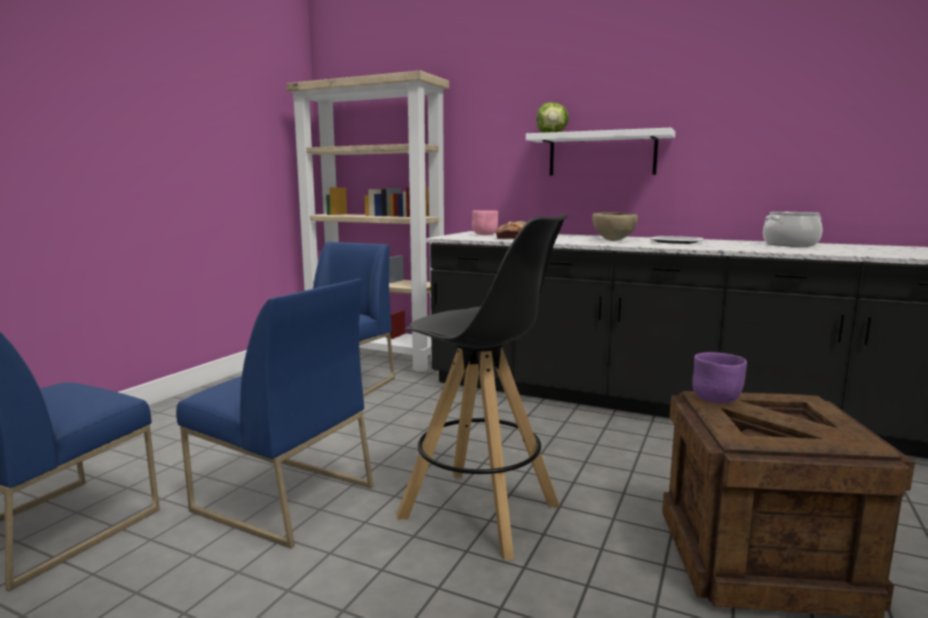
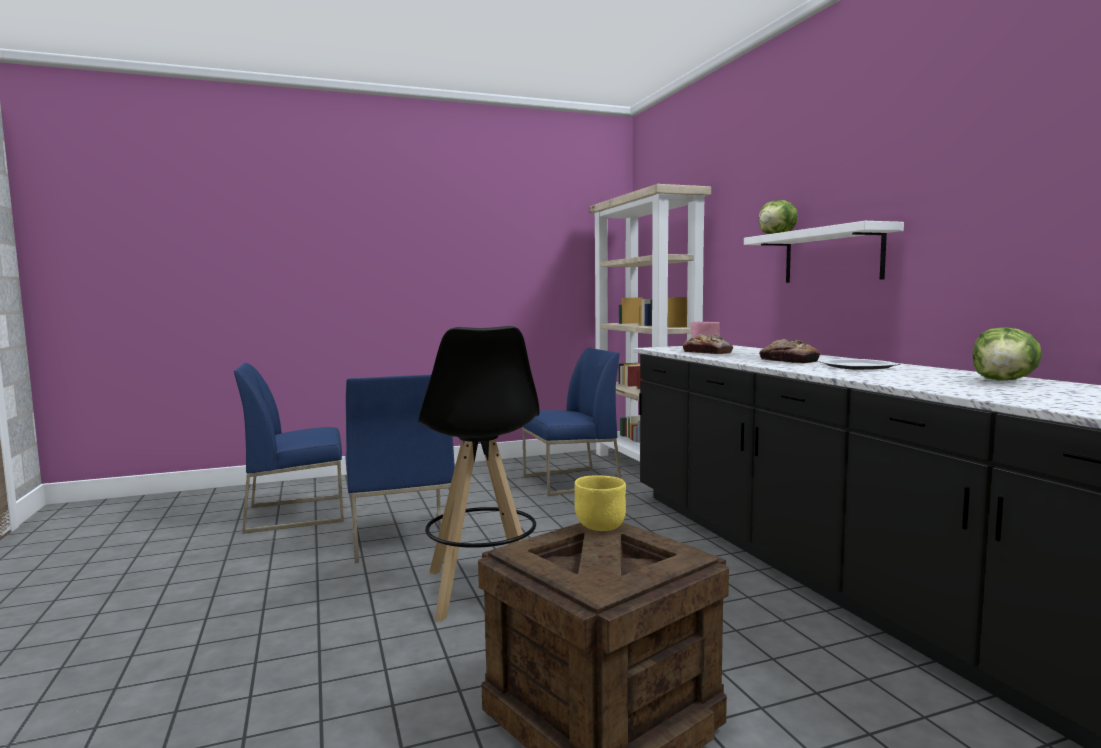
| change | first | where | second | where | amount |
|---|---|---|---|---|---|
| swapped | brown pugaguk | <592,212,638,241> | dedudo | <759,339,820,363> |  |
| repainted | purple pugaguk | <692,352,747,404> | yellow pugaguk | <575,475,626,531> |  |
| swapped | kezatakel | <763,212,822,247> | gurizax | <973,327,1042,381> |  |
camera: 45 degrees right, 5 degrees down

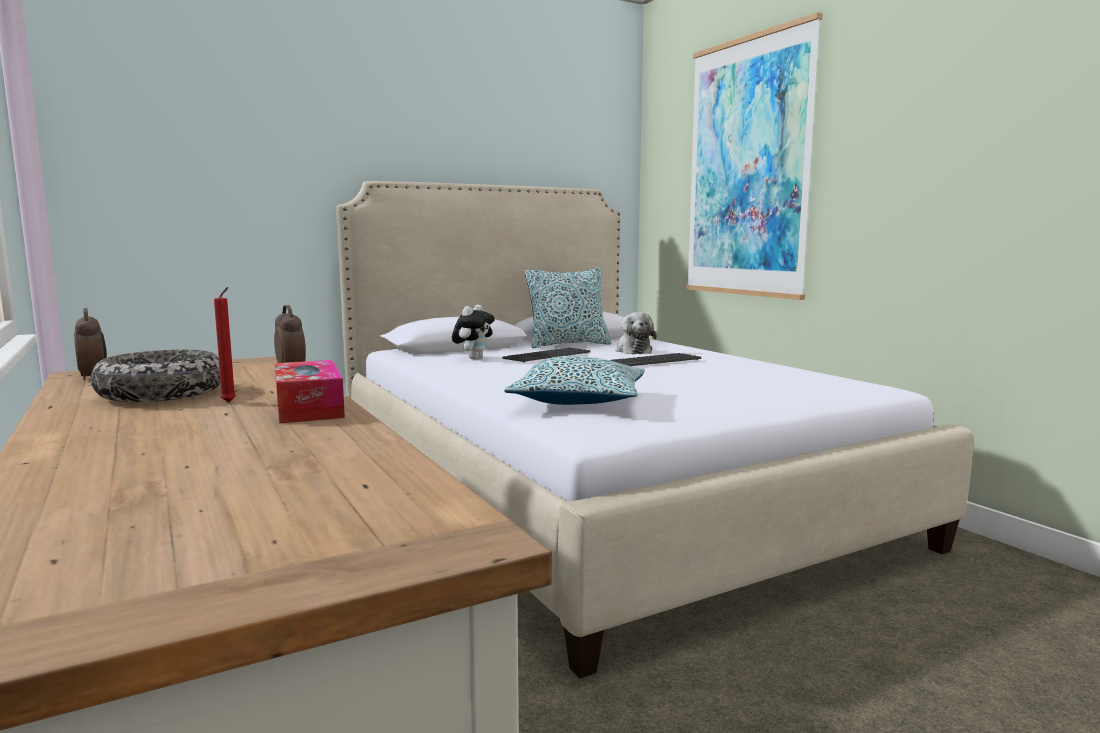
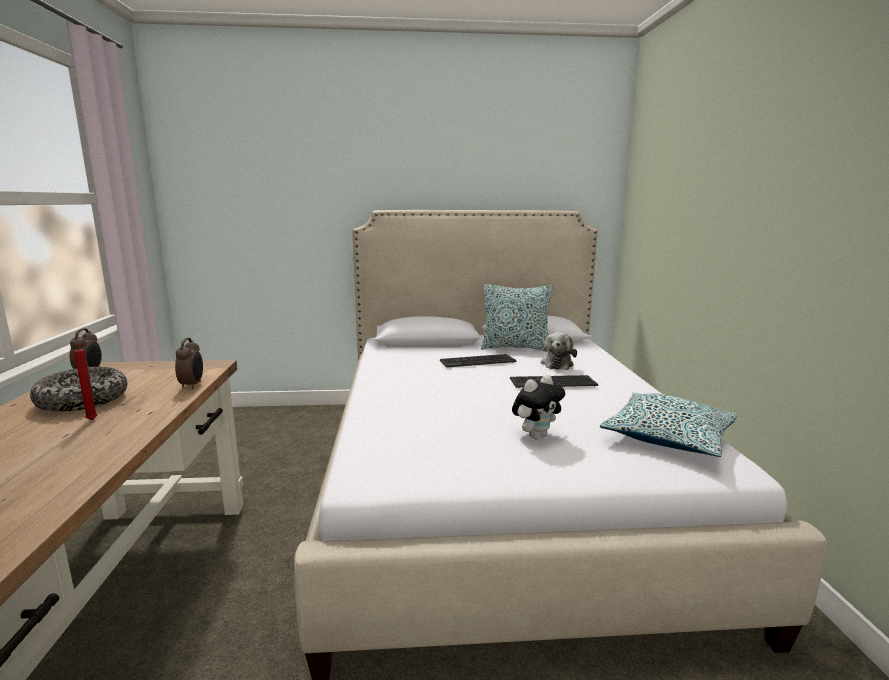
| change | first | where | second | where | amount |
|---|---|---|---|---|---|
| gone | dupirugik | <275,360,345,424> |  |  |  |
| shifted | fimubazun | <452,305,495,359> |  | <512,375,565,439> |  |
| shifted | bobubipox | <504,356,645,405> |  | <600,393,737,457> |  |
| gone | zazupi | <685,12,822,300> |  |  |  |
camera: 25 degrees right, 5 degrees up

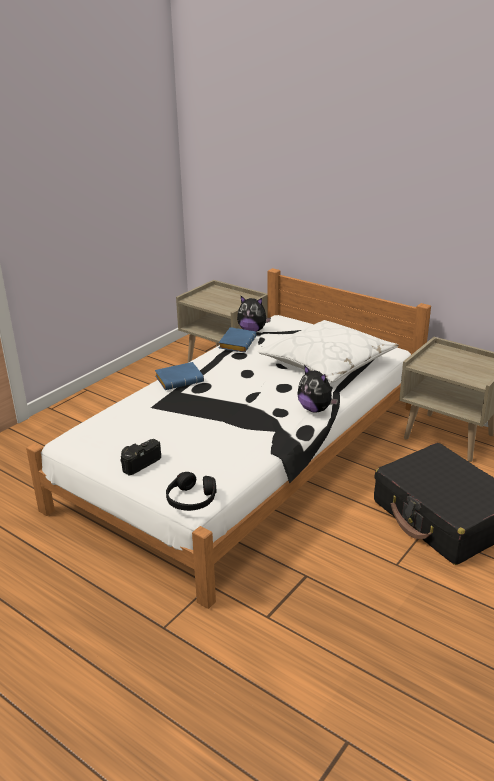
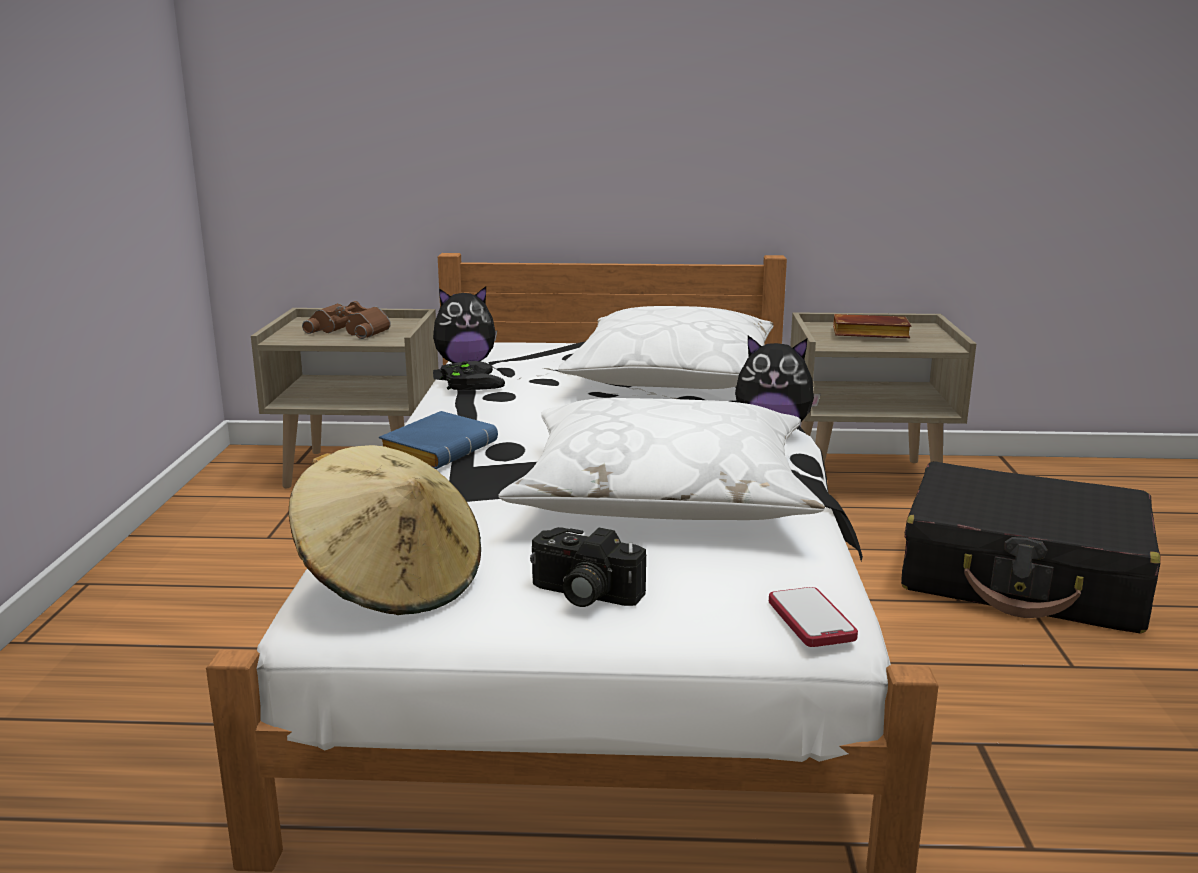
| change | first | where | second | where | amount |
|---|---|---|---|---|---|
| rotated | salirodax | <121,439,161,476> |  | <530,527,646,607> | 75 degrees counterclockwise |
| swapped | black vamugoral | <166,472,216,511> | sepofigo | <769,587,858,647> |  |
| swapped | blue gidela | <219,327,256,353> | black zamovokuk | <440,361,505,390> |  |
| new |  |  | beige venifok | <289,445,481,615> |  |
| new |  |  | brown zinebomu | <302,301,391,339> |  |
| new |  |  | white bobubipox | <498,398,825,520> |  |
| new |  |  | brown gidela | <833,314,911,338> |  |
camera: 35 degrees left, 10 degrees down

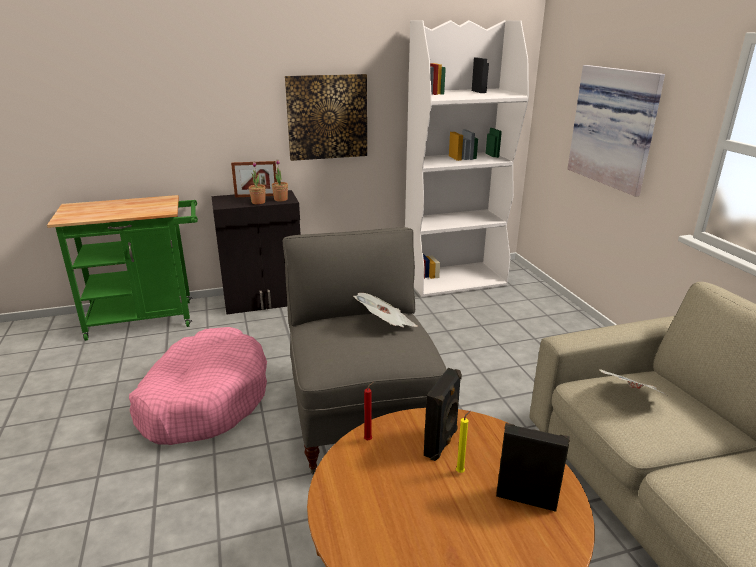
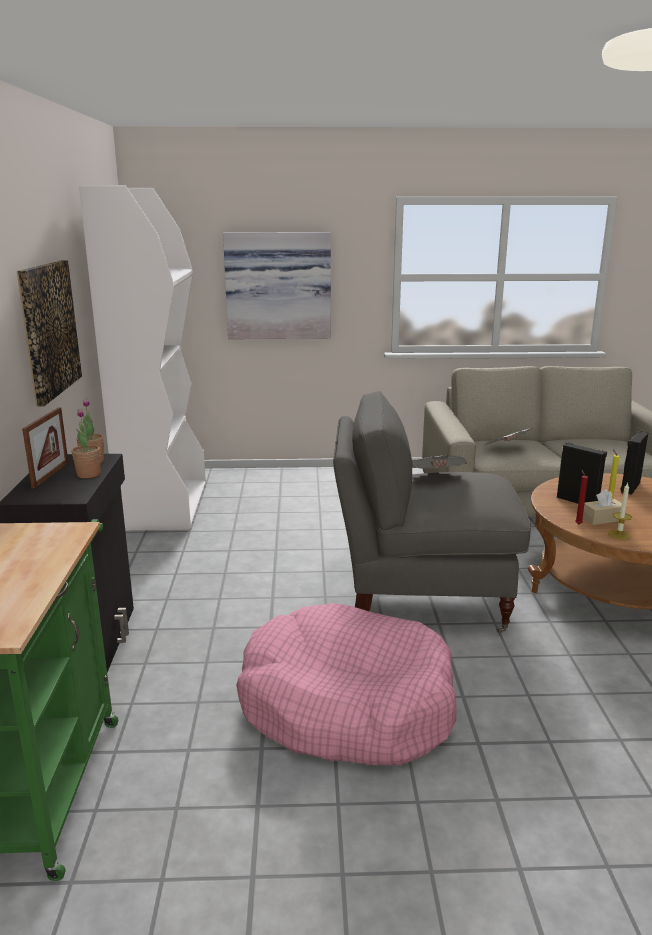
| change | first | where | second | where | amount |
|---|---|---|---|---|---|
| new |  |  | beige dupirugik | <583,489,627,525> |  |
| new |  |  | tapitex | <608,483,632,540> |  |
camera: 75 degrees left, 5 degrees down

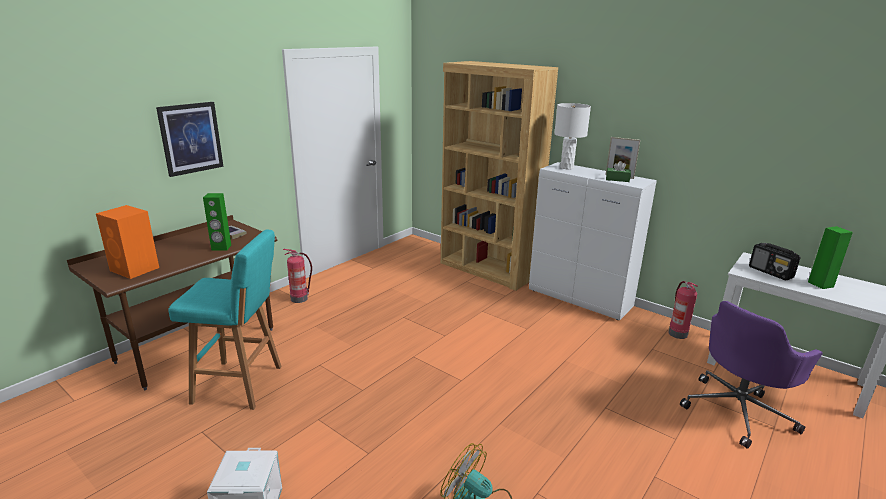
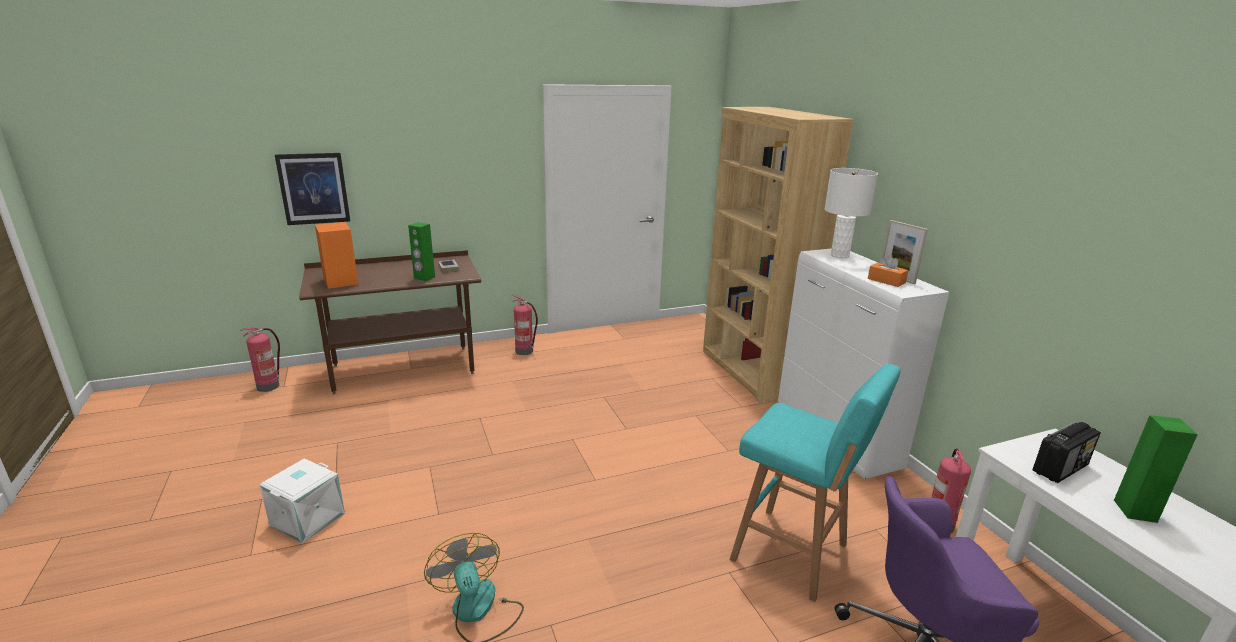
| change | first | where | second | where | amount |
|---|---|---|---|---|---|
| shifted | zazupi | <156,102,224,177> |  | <275,153,350,225> |  |
| shifted | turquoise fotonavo | <168,230,282,410> |  | <729,364,901,602> |  |
| repainted | green dupirugik | <606,161,631,182> | orange dupirugik | <868,255,908,287> |  |
| rotated | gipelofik | <749,243,801,280> |  | <1033,422,1101,483> | 120 degrees counterclockwise |
| new |  |  | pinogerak | <240,328,280,392> |  |
camera: 30 degrees right, 0 degrees up

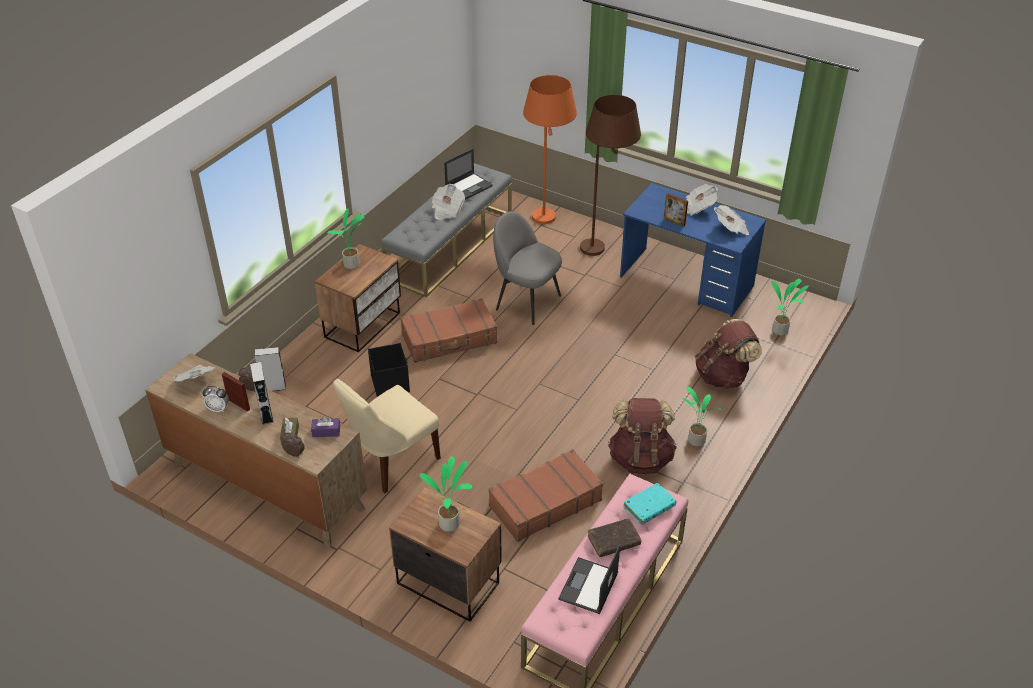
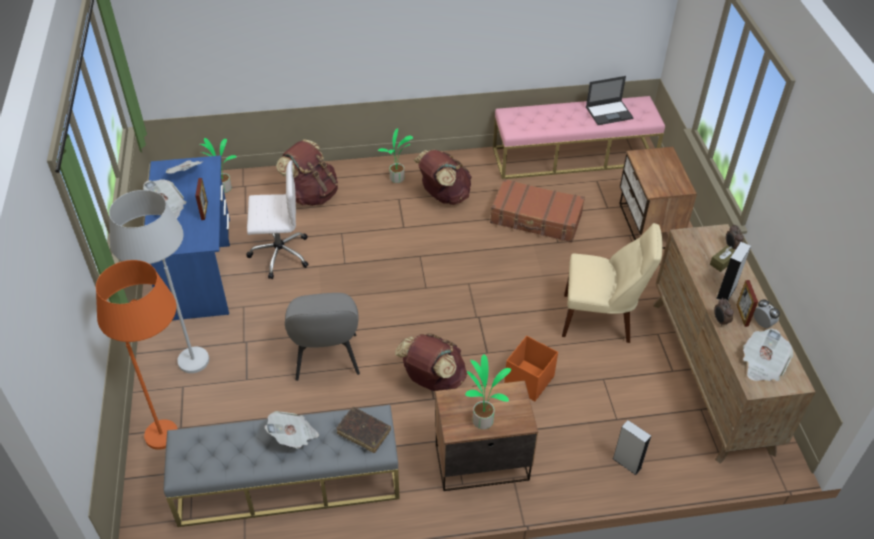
| change | first | where | second | where | amount |
|---|---|---|---|---|---|
| gone | purple dupirugik | <311,416,340,437> |  |  |  |
| repainted | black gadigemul | <368,343,410,397> | orange gadigemul | <504,336,558,401> |  |
| swapped | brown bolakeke | <400,298,497,363> | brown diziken | <395,333,467,391> |  |
| gone | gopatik | <420,456,473,532> |  |  |  |
| gone | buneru | <444,149,493,200> |  |  |  |
| repainted | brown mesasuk | <580,95,641,256> | white mesasuk | <109,190,209,373> |  |
| shifted | brown gidela | <588,519,641,557> |  | <337,407,391,453> |  |
| gone | turquoise gidela | <624,483,677,525> |  |  |  |
| new |  |  | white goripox | <246,160,309,279> |  |
camera: 130 degrees left, 5 degrees up

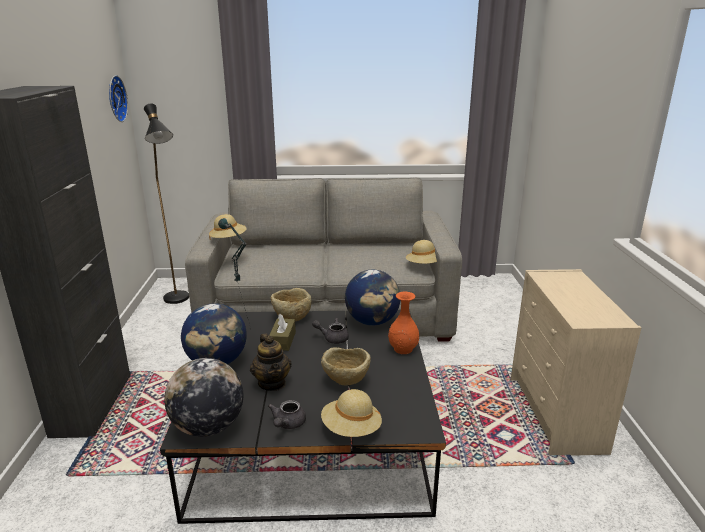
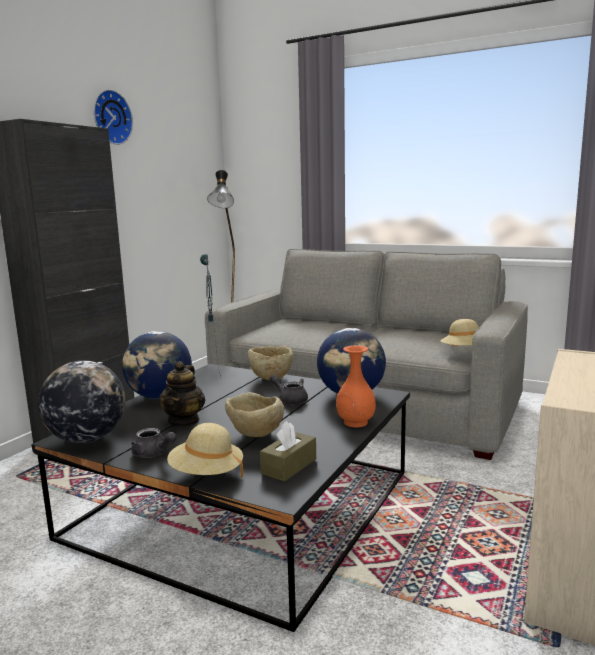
| change | first | where | second | where | amount |
|---|---|---|---|---|---|
| shifted | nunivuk | <109,75,128,122> |  | <94,89,133,145> |  |
| gone | beige venifok | <209,214,247,239> |  |  |  |
| rotated | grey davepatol | <268,400,306,429> |  | <131,428,177,458> | 105 degrees counterclockwise |
| shifted | brown dupirugik | <270,314,296,351> |  | <260,421,316,482> |  |
camera: 30 degrees right, 10 degrees down

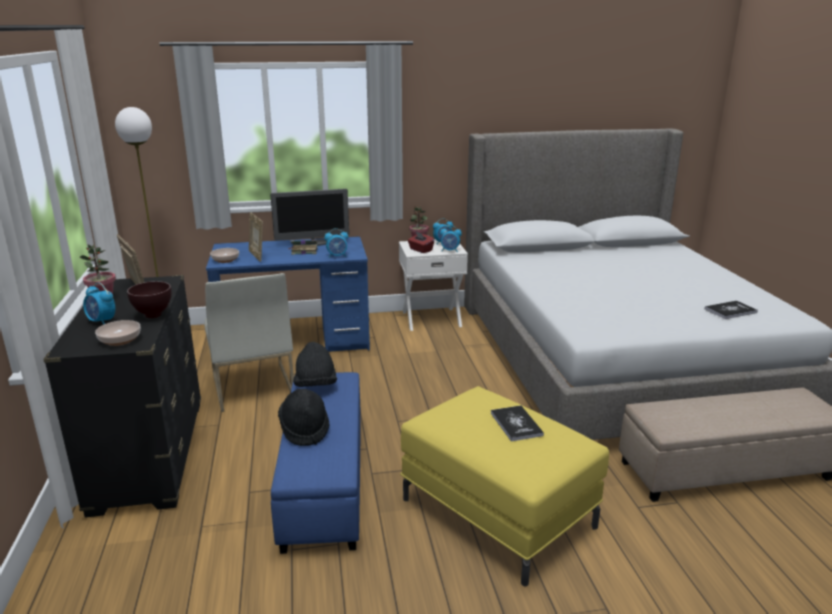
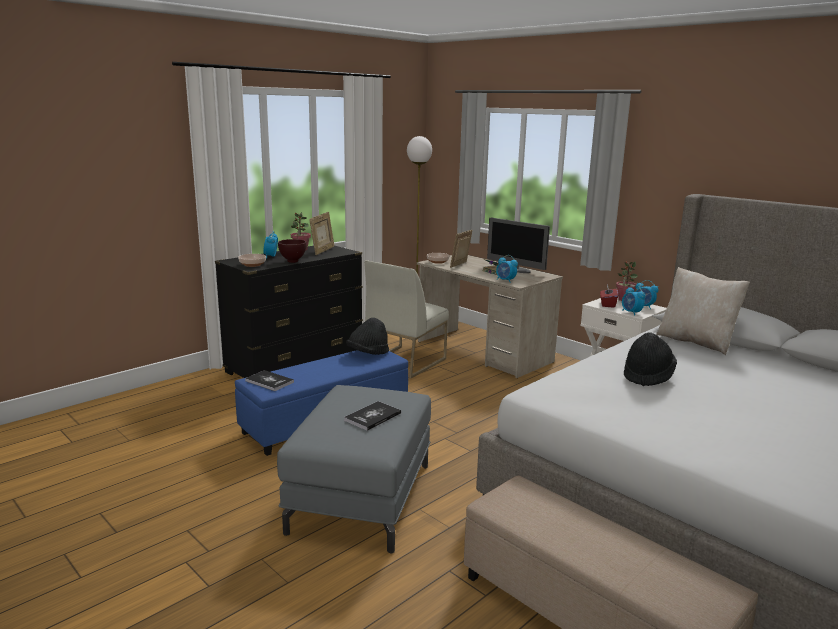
| change | first | where | second | where | amount |
|---|---|---|---|---|---|
| repainted | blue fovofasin | <206,236,370,352> | beige fovofasin | <417,255,563,378> |  |
| shifted | black venifok | <278,388,330,446> |  | <624,332,677,386> |  |
| repainted | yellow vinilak | <400,386,609,586> | grey vinilak | <277,385,431,553> |  |
| shifted | gidela | <705,301,758,319> |  | <245,370,294,391> |  |
| new |  |  | beige bobubipox | <656,267,750,355> |  |
camera: 55 degrees right, 5 degrees down

